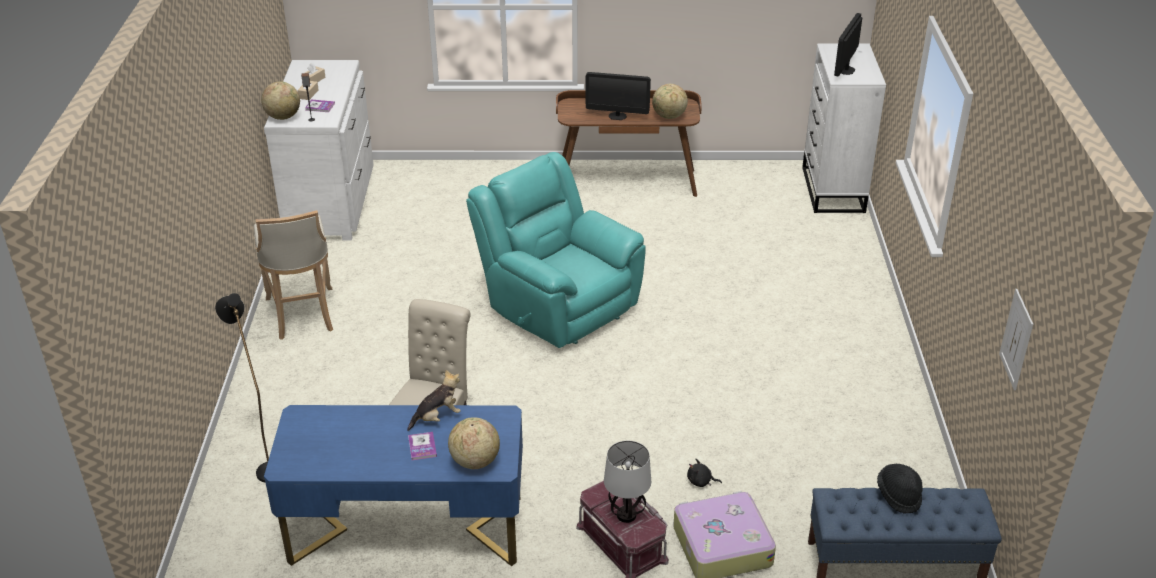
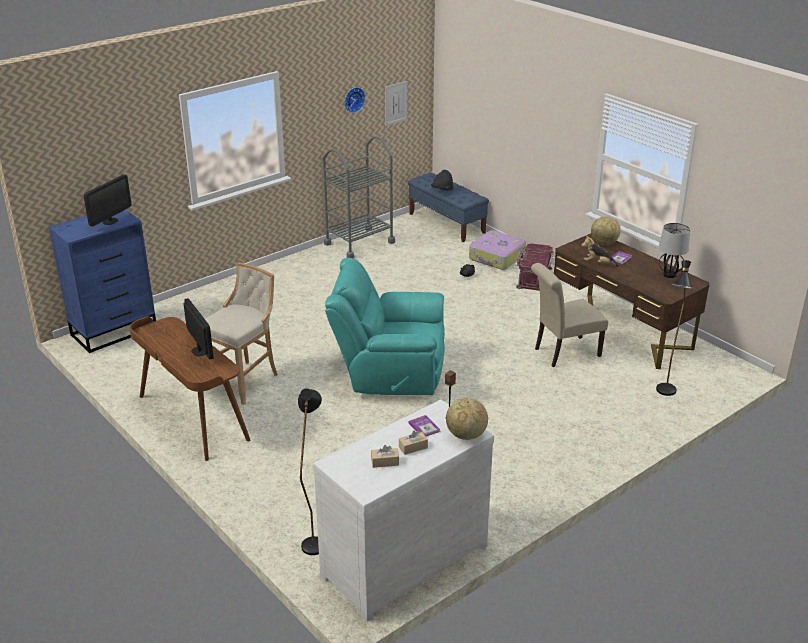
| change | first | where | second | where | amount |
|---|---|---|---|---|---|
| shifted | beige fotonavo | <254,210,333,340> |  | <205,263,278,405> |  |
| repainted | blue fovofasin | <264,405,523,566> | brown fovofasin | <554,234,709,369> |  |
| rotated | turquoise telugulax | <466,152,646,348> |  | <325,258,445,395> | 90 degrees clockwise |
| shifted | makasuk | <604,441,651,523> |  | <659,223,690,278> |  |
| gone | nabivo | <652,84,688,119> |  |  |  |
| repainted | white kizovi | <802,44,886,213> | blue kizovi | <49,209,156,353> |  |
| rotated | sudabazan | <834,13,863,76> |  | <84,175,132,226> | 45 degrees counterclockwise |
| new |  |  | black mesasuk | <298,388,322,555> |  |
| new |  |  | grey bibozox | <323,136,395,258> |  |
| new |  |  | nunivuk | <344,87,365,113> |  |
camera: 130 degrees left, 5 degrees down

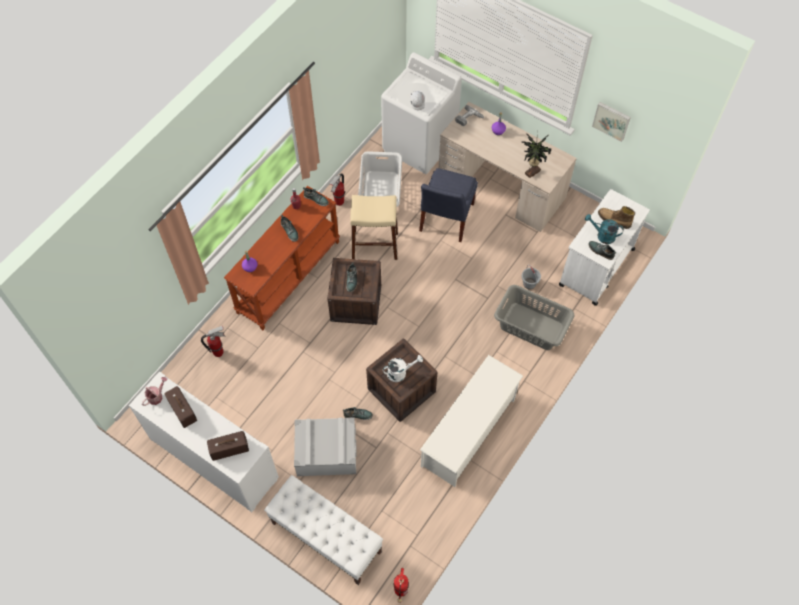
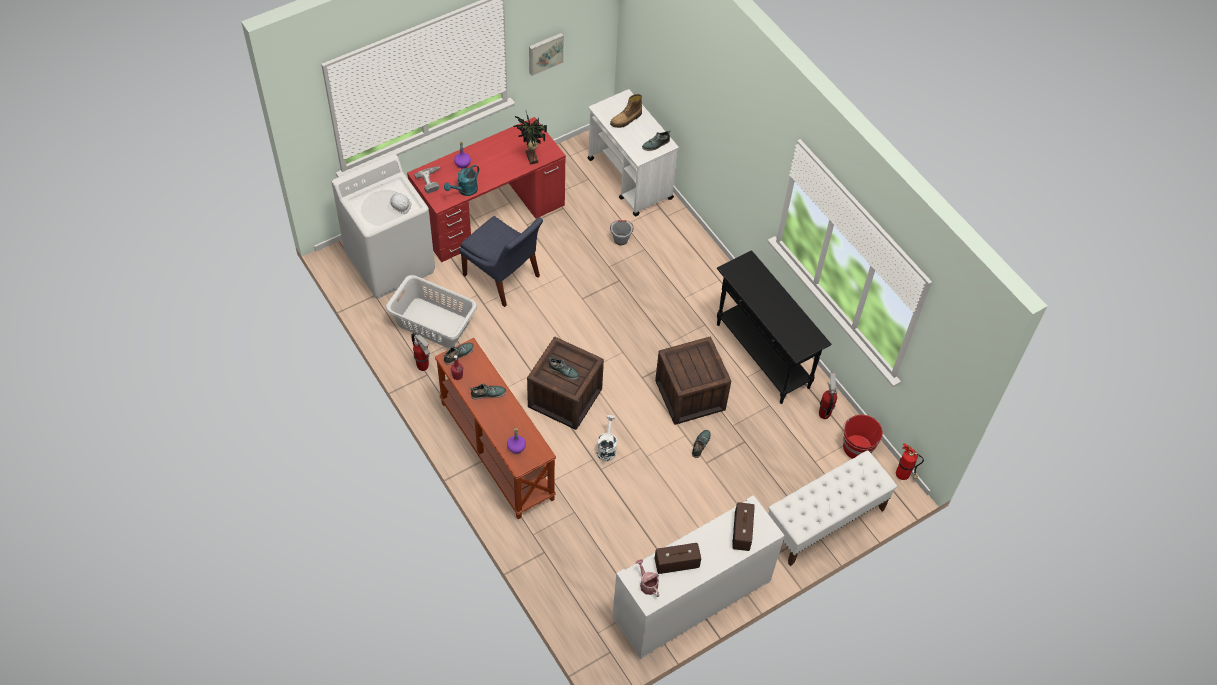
| change | first | where | second | where | amount |
|---|---|---|---|---|---|
| shifted | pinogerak | <201,326,226,357> |  | <819,372,837,419> |  |
| gone | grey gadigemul | <294,417,357,476> |  |  |  |
| gone | beige fotonavo | <350,195,398,260> |  |  |  |
| shifted | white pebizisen | <383,355,423,382> |  | <597,415,617,462> |  |
| swapped | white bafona | <420,355,523,487> | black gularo | <717,250,832,404> |  |
| repainted | beige fovofasin | <439,102,577,232> | red fovofasin | <407,117,566,262> |  |
| gone | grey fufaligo | <494,285,575,350> |  |  |  |
| shifted | turquoise pebizisen | <585,214,624,244> |  | <444,165,479,196> |  |
| new |  |  | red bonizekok | <843,415,883,459> |  |
camera: 70 degrees left, 5 degrees down

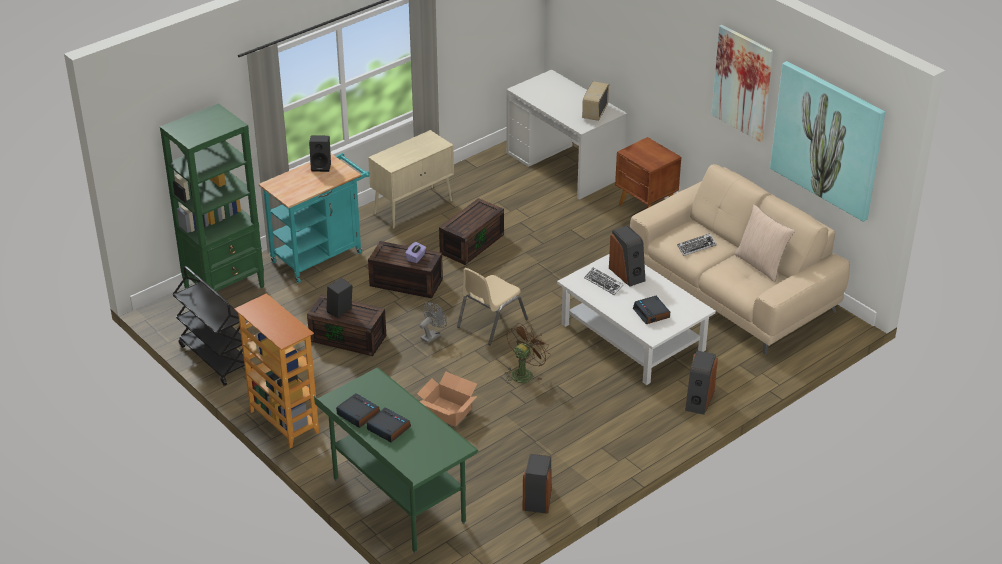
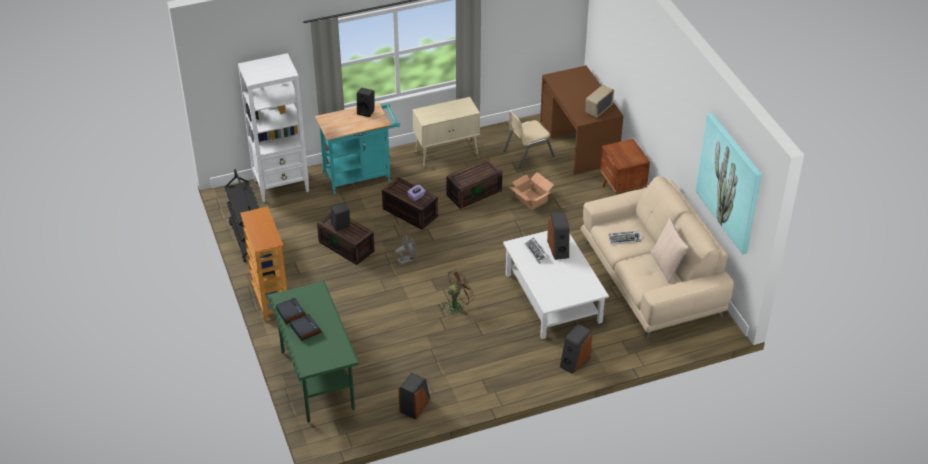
| change | first | where | second | where | amount |
|---|---|---|---|---|---|
| repainted | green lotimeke | <160,103,264,291> | white lotimeke | <238,53,309,202> |  |
| shifted | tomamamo | <417,371,477,427> |  | <509,172,554,210> |  |
| shifted | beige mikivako | <457,268,528,345> |  | <504,111,555,168> |  |
| repainted | white fovofasin | <506,70,627,200> | brown fovofasin | <540,66,624,175> |  |
| gone | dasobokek | <633,296,670,324> |  |  |  |
| gone | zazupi | <711,25,773,142> |  |  |  |
camera: 20 degrees right, 5 degrees up

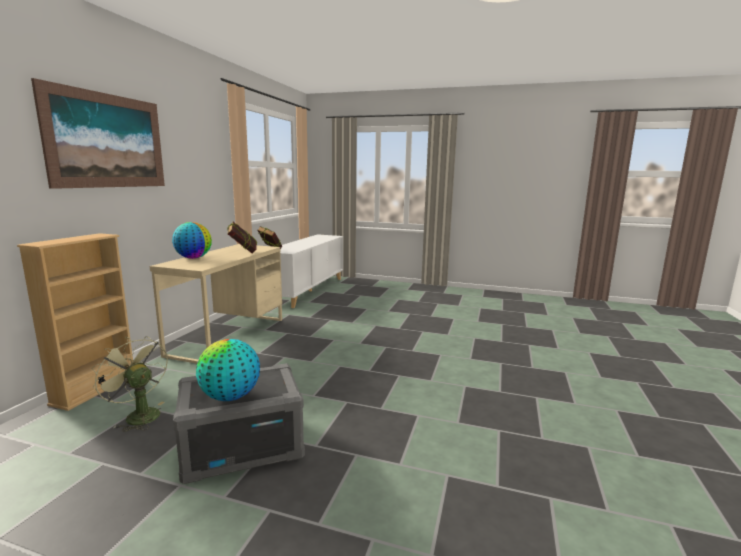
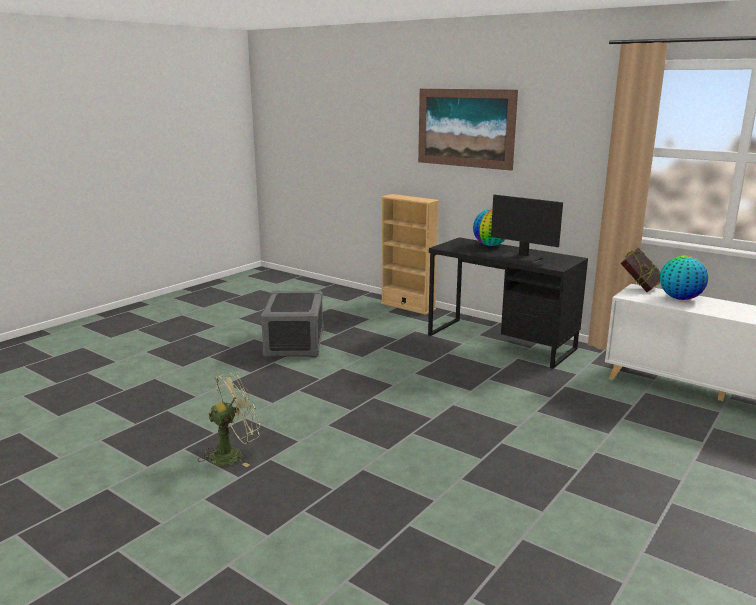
| change | first | where | second | where | amount |
|---|---|---|---|---|---|
| shifted | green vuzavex | <91,336,168,432> |  | <198,373,261,467> |  |
| repainted | beige fovofasin | <150,244,282,364> | black fovofasin | <428,237,588,369> |  |
| shifted | nabivo | <196,339,260,401> |  | <660,256,708,300> |  |
| swapped | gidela | <227,222,257,254> | sudabazan | <491,195,563,264> |  |
camera: 110 degrees right, 5 degrees up

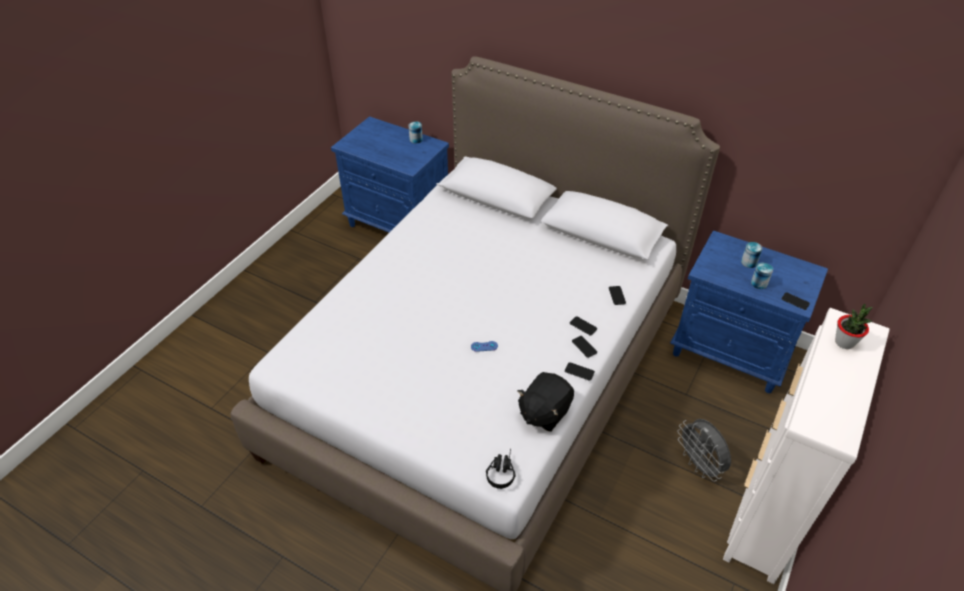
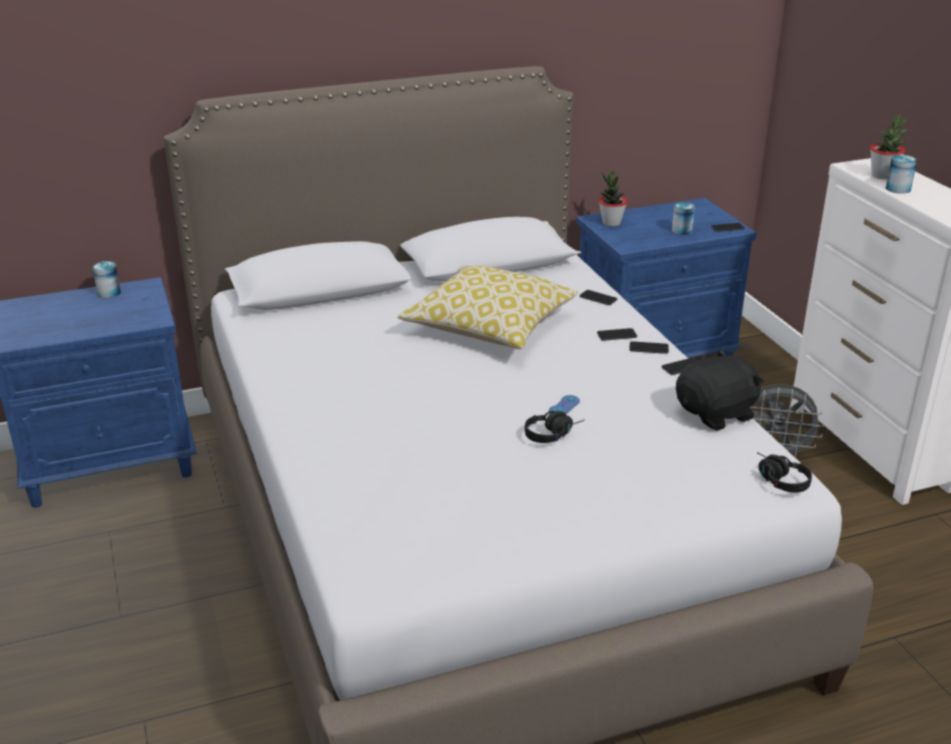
| change | first | where | second | where | amount |
|---|---|---|---|---|---|
| rotated | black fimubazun | <518,372,574,432> |  | <676,350,764,431> | 105 degrees counterclockwise |
| shifted | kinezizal | <741,242,763,268> |  | <886,155,917,194> |  |
| new |  |  | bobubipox | <397,265,578,349> |  |
| new |  |  | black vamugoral | <525,411,585,443> |  |
| new |  |  | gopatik | <599,171,627,227> |  |
camera: 50 degrees left, 15 degrees down

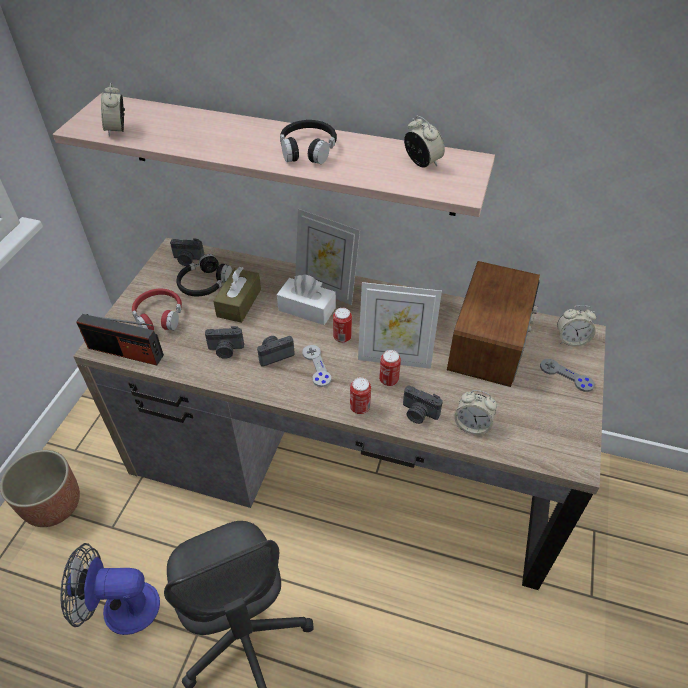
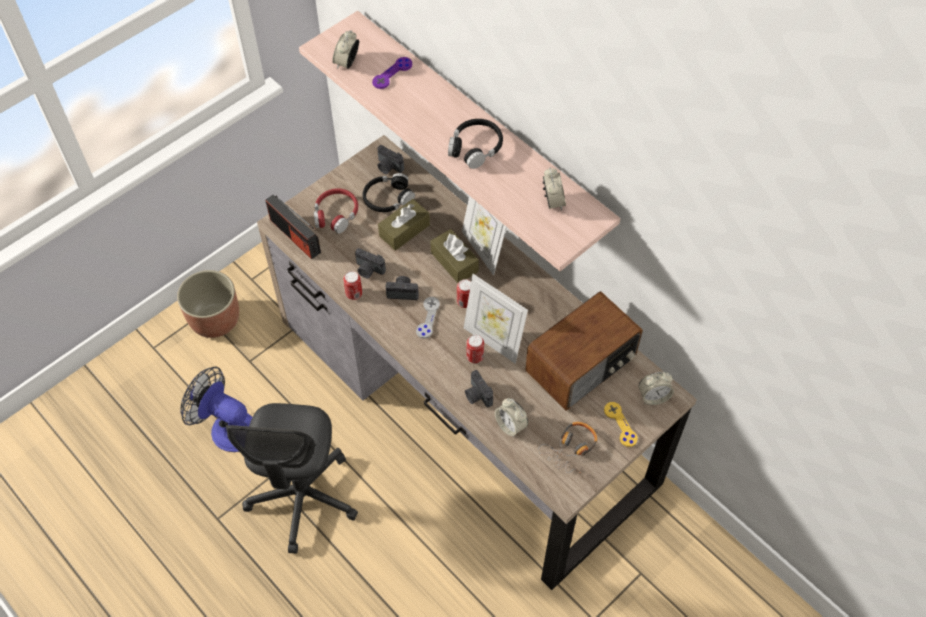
| change | first | where | second | where | amount |
|---|---|---|---|---|---|
| repainted | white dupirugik | <277,274,336,325> | brown dupirugik | <430,229,479,283> |  |
| shifted | kinezizal | <350,377,371,414> |  | <343,271,362,300> |  |
| repainted | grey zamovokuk | <540,359,595,392> | yellow zamovokuk | <604,402,638,447> |  |
| rotated | dasobokek | <557,305,596,347> |  | <639,372,674,405> | 45 degrees counterclockwise |
| new |  |  | purple zamovokuk | <372,57,412,89> |  |
| new |  |  | vamugoral | <538,422,597,473> |  |
camera: 30 degrees right, 10 degrees up

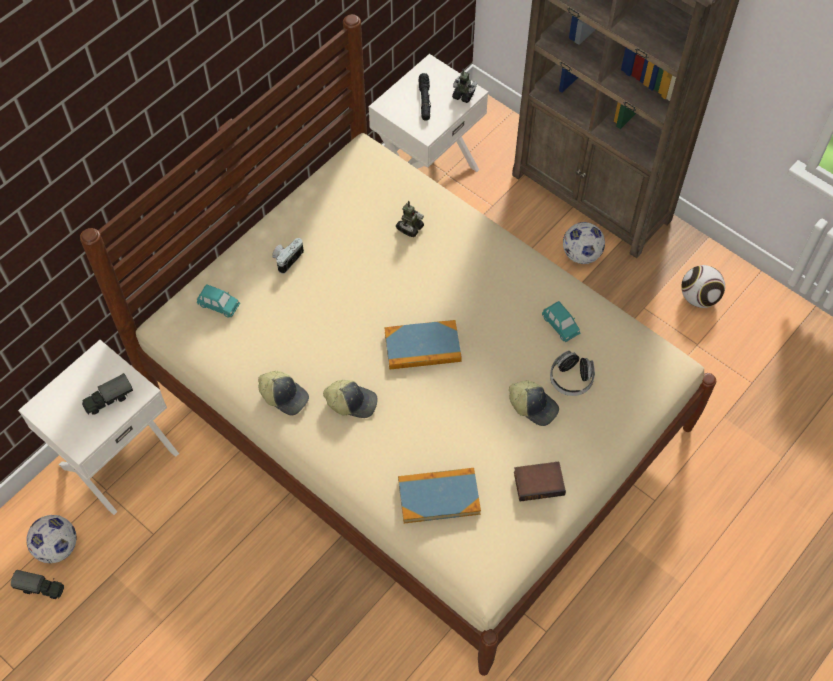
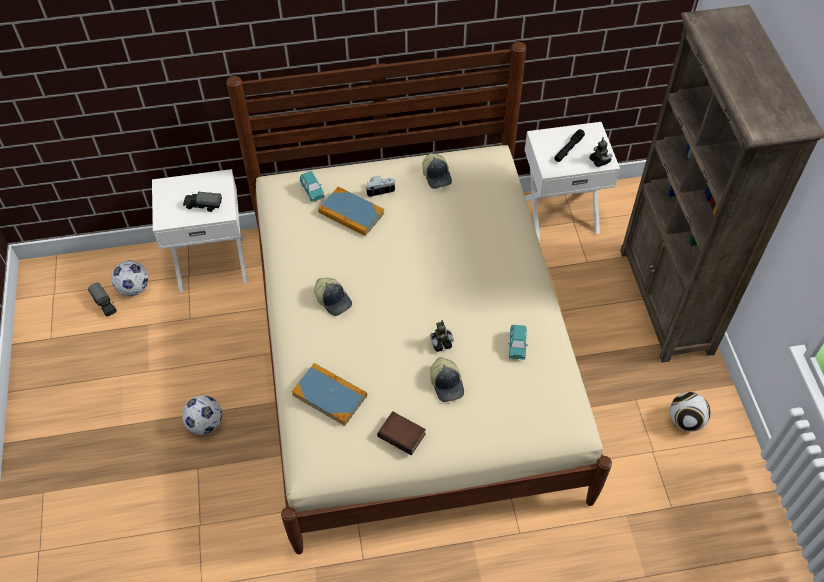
| change | first | where | second | where | amount |
|---|---|---|---|---|---|
| shifted | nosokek | <258,371,309,415> |  | <422,153,452,189> |  |
| shifted | gidela | <384,320,462,370> |  | <318,187,384,236> |  |
| shifted | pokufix | <396,201,424,237> |  | <430,320,454,352> |  |
| gone | vamugoral | <550,351,595,396> |  |  |  |
| shifted | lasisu | <563,222,605,264> |  | <182,395,222,435> |  |
camera: 40 degrees right, 5 degrees down

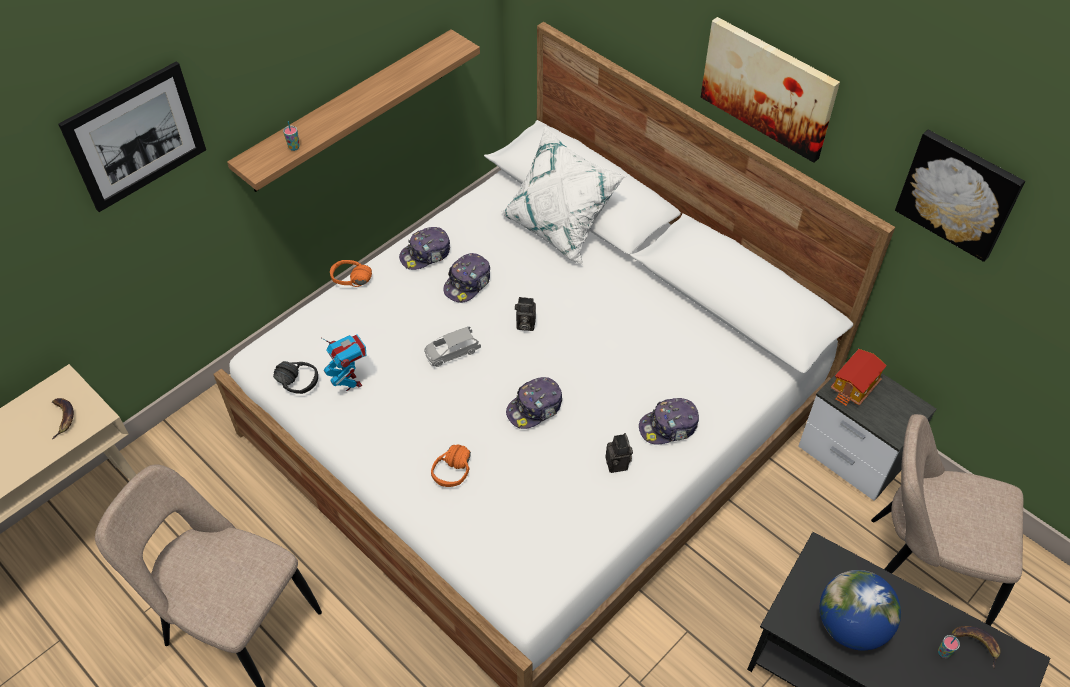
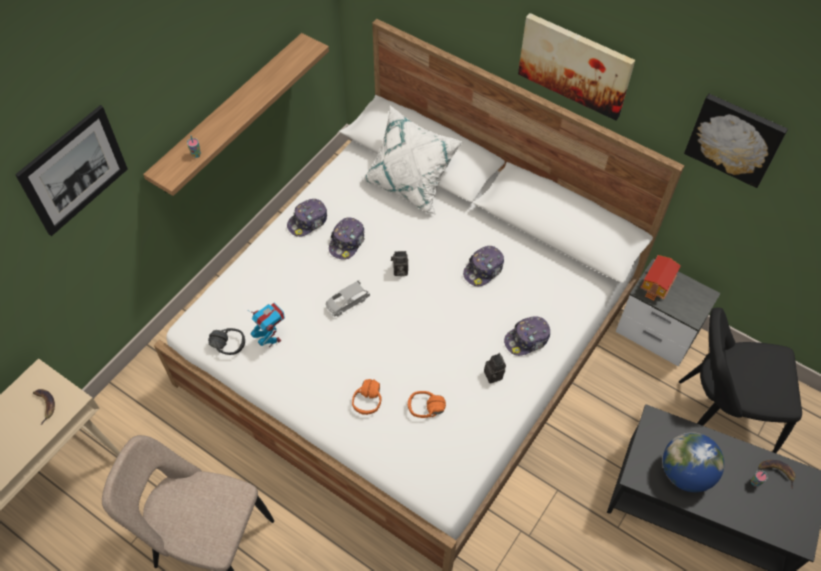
| change | first | where | second | where | amount |
|---|---|---|---|---|---|
| shifted | orange vamugoral | <330,260,372,287> |  | <408,391,446,418> |  |
| shifted | nosokek | <506,377,562,429> |  | <463,246,504,286> |  |
| repainted | beige mikivako | <871,414,1023,626> | black mikivako | <679,308,802,453> |  |
camera: 10 degrees left, 5 degrees up

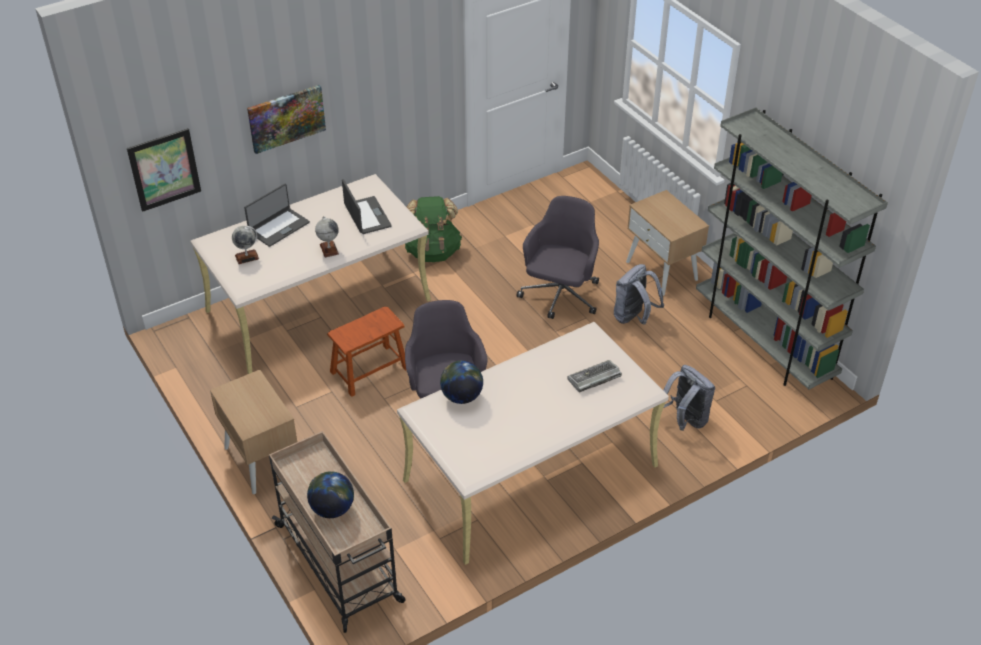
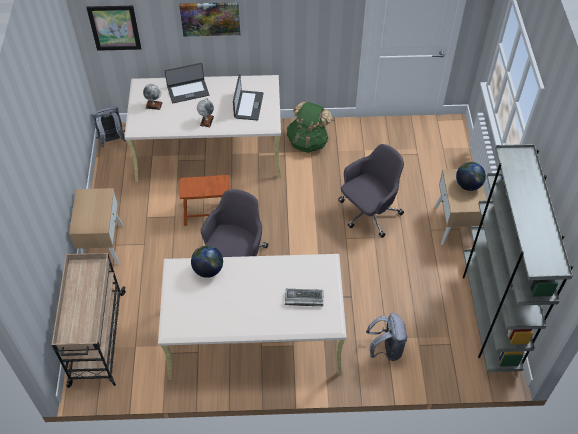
| change | first | where | second | where | amount |
|---|---|---|---|---|---|
| shifted | nabivo | <307,471,354,518> |  | <456,162,486,191> |  |
| shifted | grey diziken | <614,264,664,324> |  | <92,106,126,147> |  |
camera: 30 degrees right, 10 degrees up

